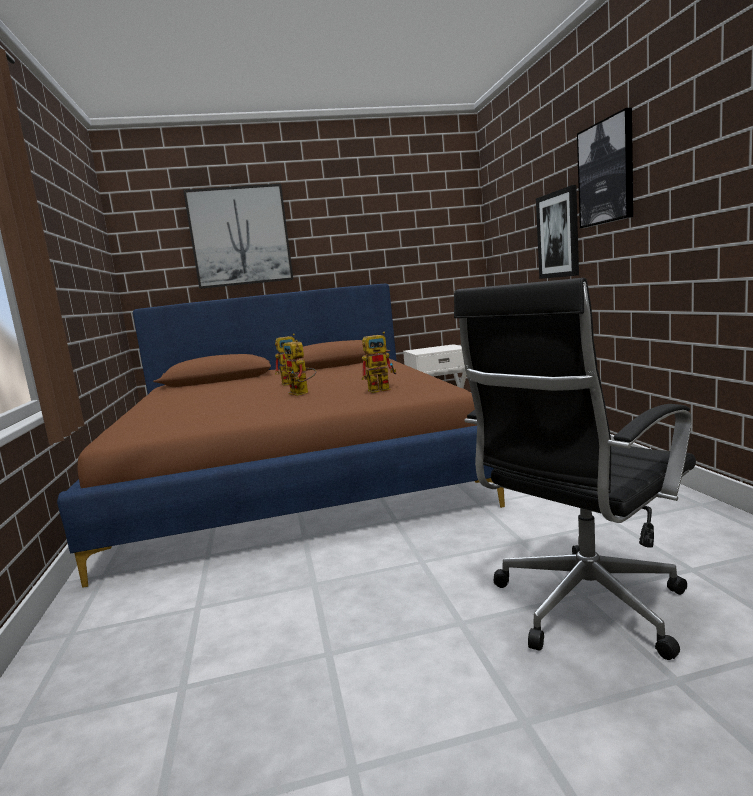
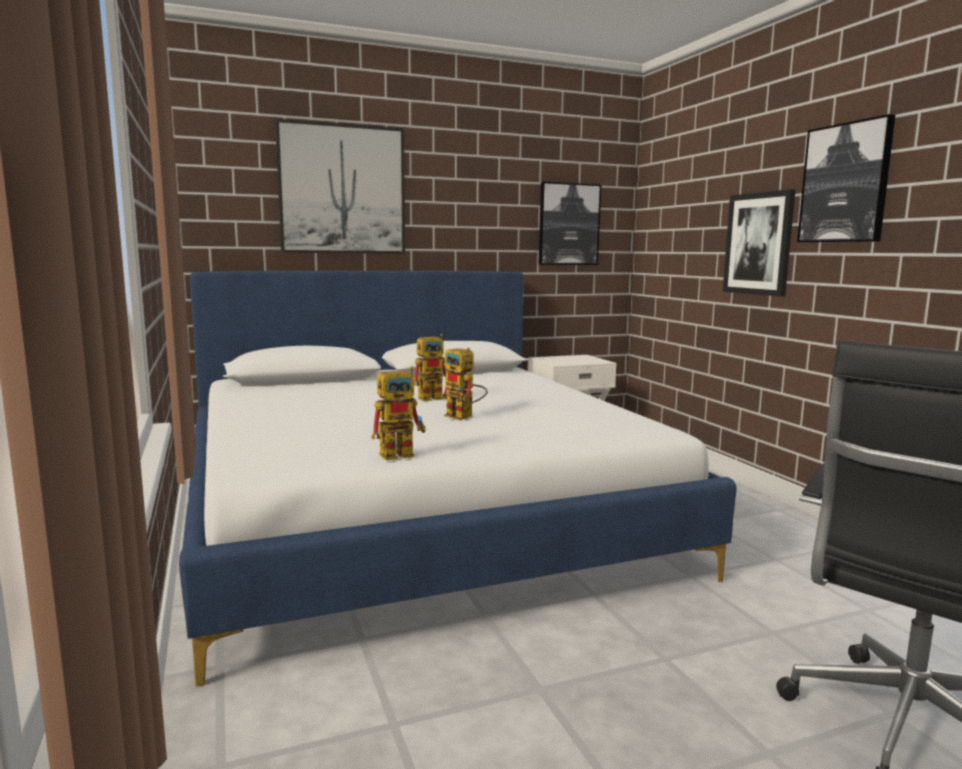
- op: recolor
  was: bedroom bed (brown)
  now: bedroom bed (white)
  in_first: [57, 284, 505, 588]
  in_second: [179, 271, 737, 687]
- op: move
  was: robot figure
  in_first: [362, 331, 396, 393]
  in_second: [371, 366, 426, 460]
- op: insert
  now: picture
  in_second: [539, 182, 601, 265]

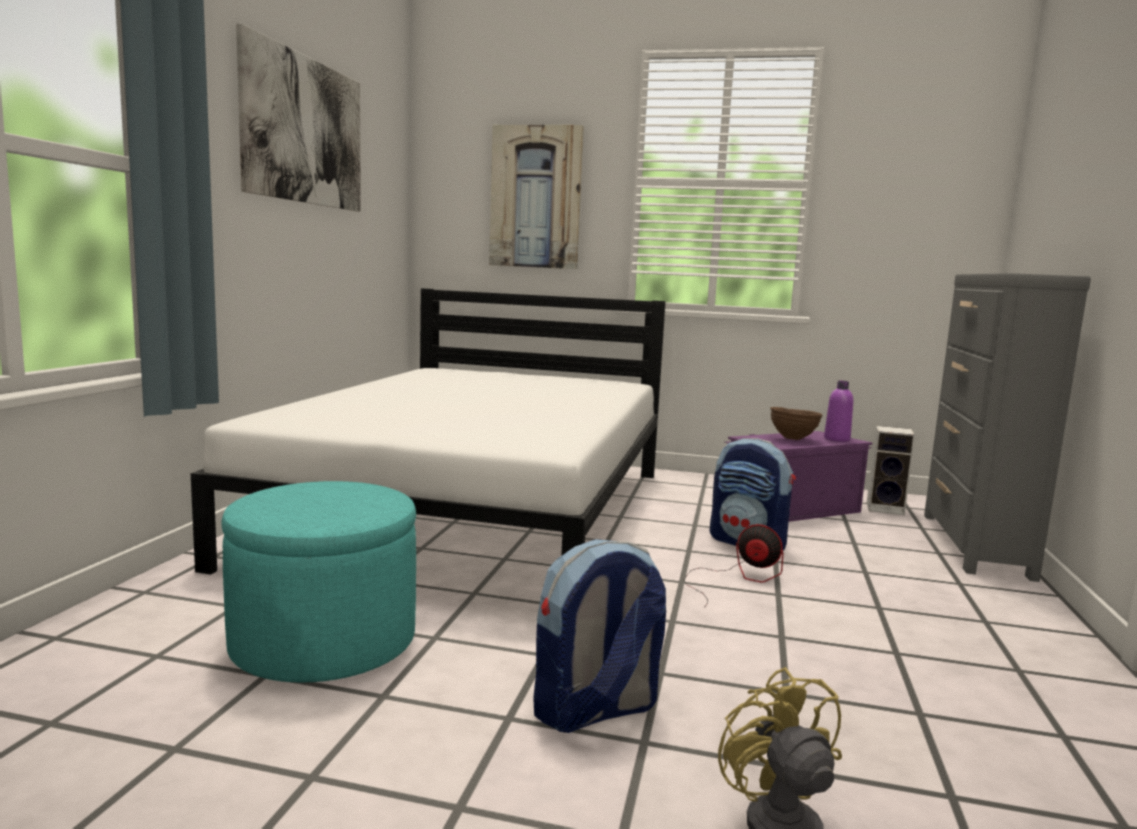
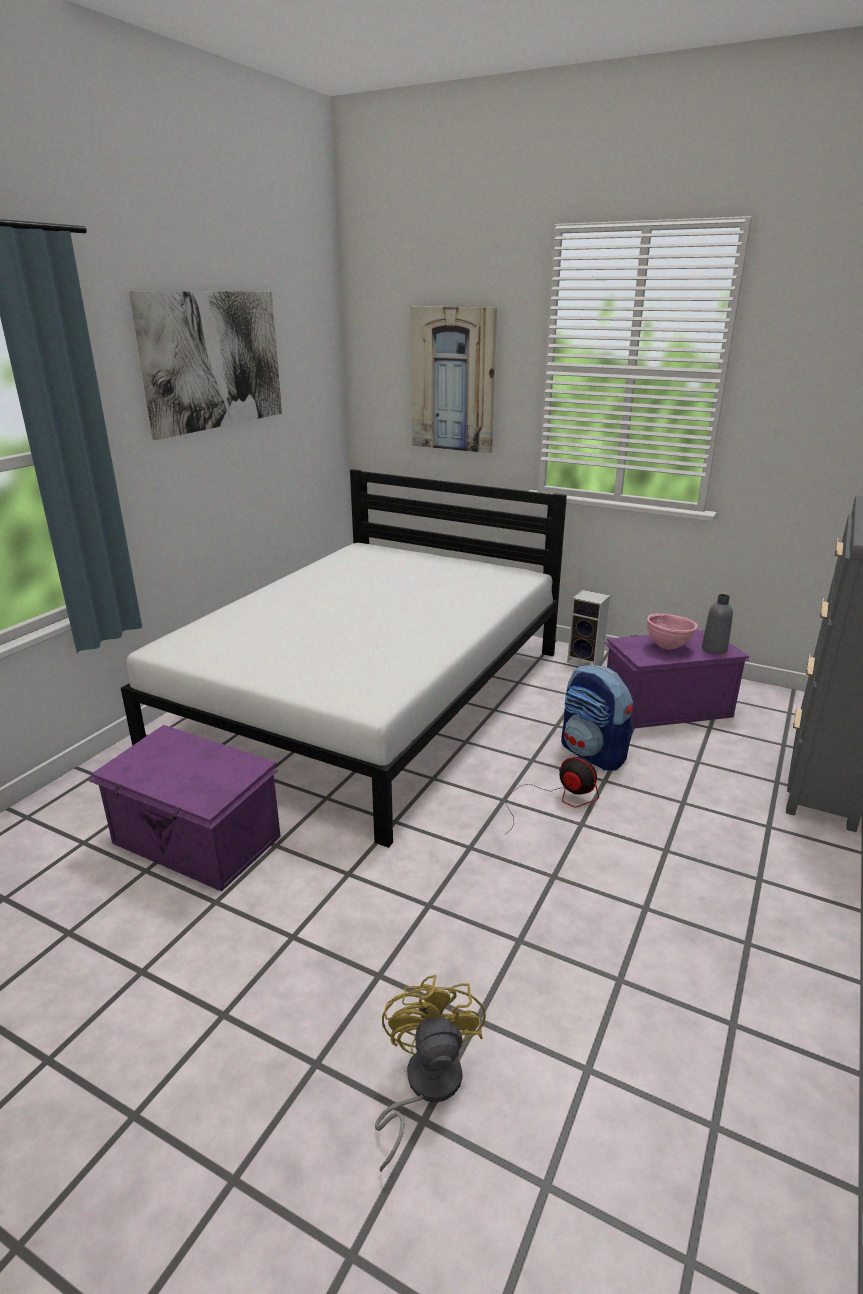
- op: replace
  was: pouffe (turquoise)
  now: storage box (purple)
  in_first: [221, 481, 416, 682]
  in_second: [88, 725, 281, 892]
- op: delete
  was: knapsack
  in_first: [533, 539, 666, 733]
- op: recolor
  was: bowl (brown)
  now: bowl (pink-coloured)
  in_first: [770, 407, 822, 440]
  in_second: [647, 613, 698, 650]
- op: recolor
  was: drink bottle (purple)
  now: drink bottle (grey)
  in_first: [824, 381, 853, 442]
  in_second: [702, 594, 733, 654]
- op: move
  was: loudspeaker
  in_first: [867, 426, 915, 516]
  in_second: [567, 590, 610, 666]

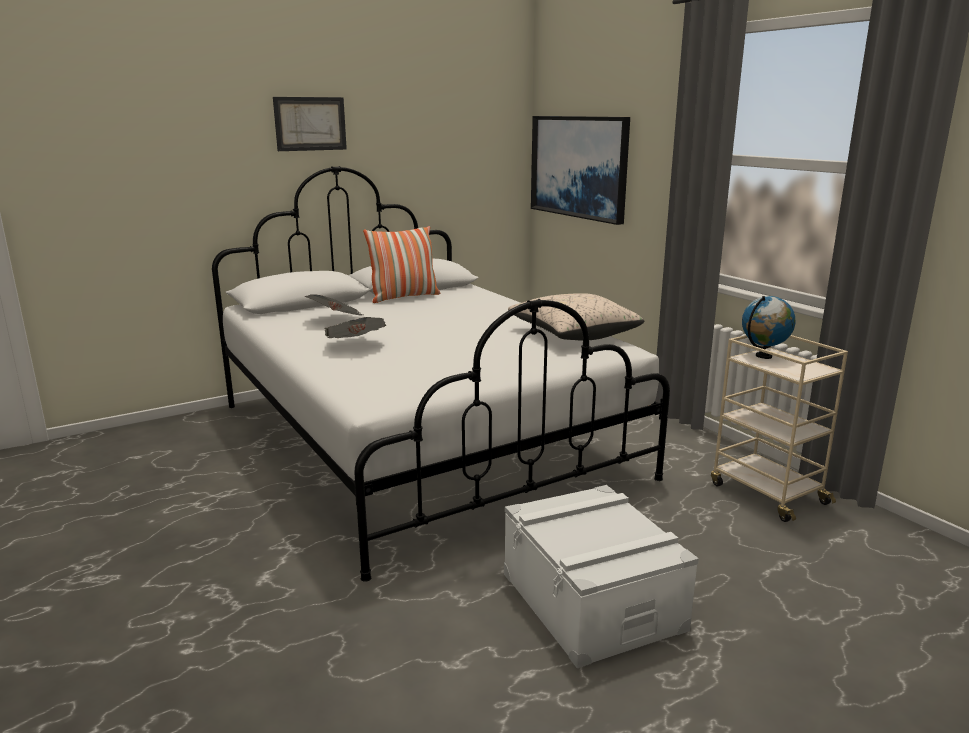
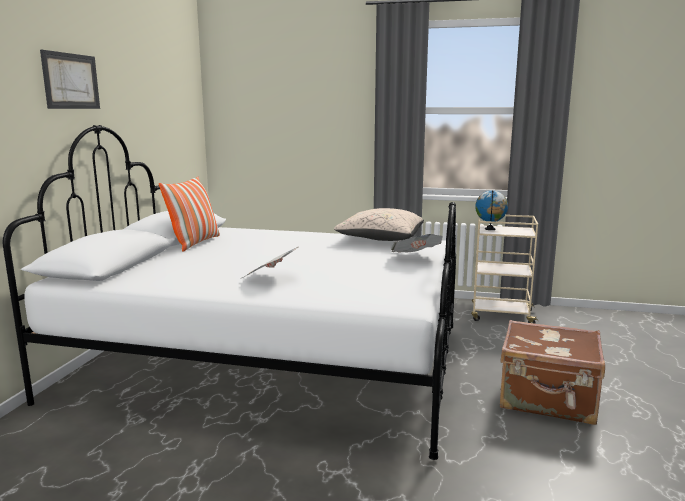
- op: move
  was: daily paper
  in_first: [304, 294, 363, 315]
  in_second: [391, 234, 442, 253]
- op: replace
  was: storage box (white)
  now: piece of luggage (brown)
  in_first: [504, 485, 699, 668]
  in_second: [500, 320, 605, 425]
- op: delete
  was: picture
  in_first: [531, 116, 630, 225]

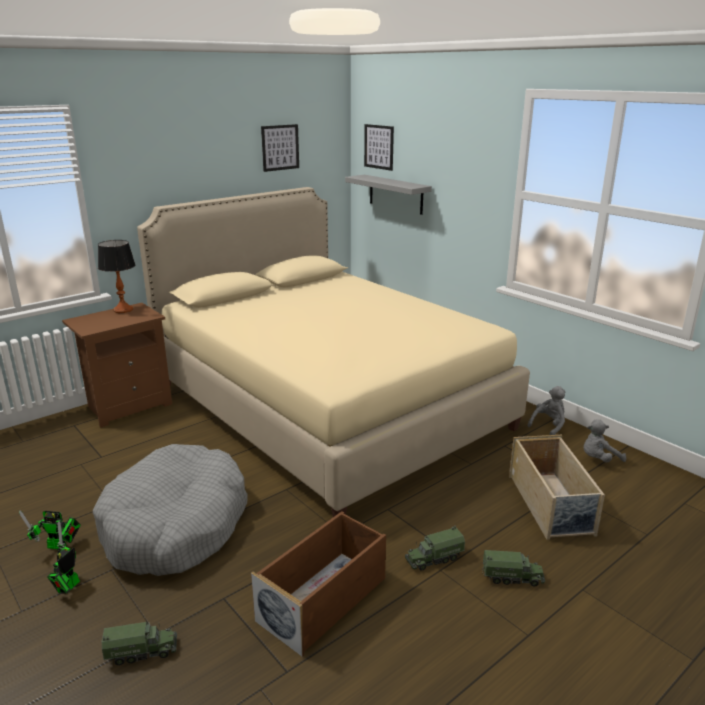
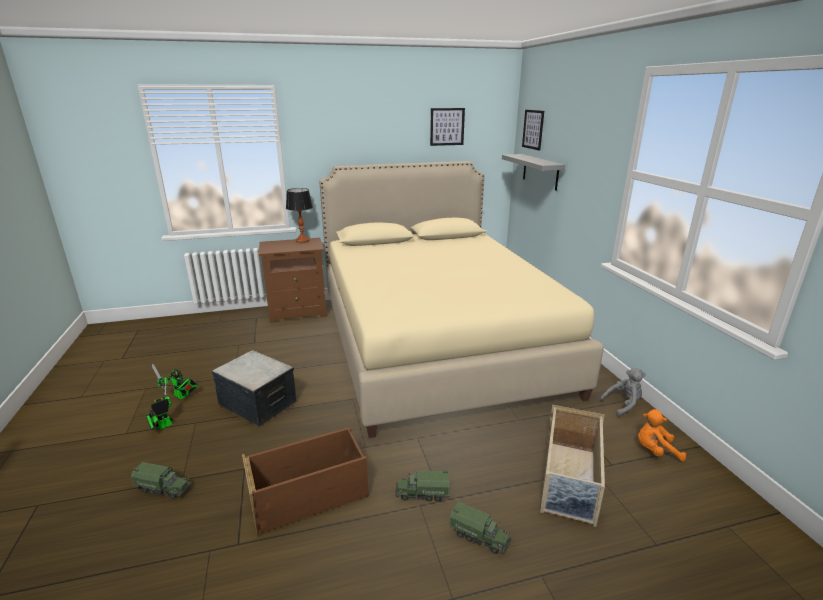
- op: replace
  was: dog cushion (grey)
  now: storage box
  in_first: [93, 444, 248, 576]
  in_second: [212, 350, 296, 427]
- op: recolor
  was: cuddly toy (grey)
  now: cuddly toy (orange)
  in_first: [584, 419, 626, 462]
  in_second: [638, 409, 686, 461]

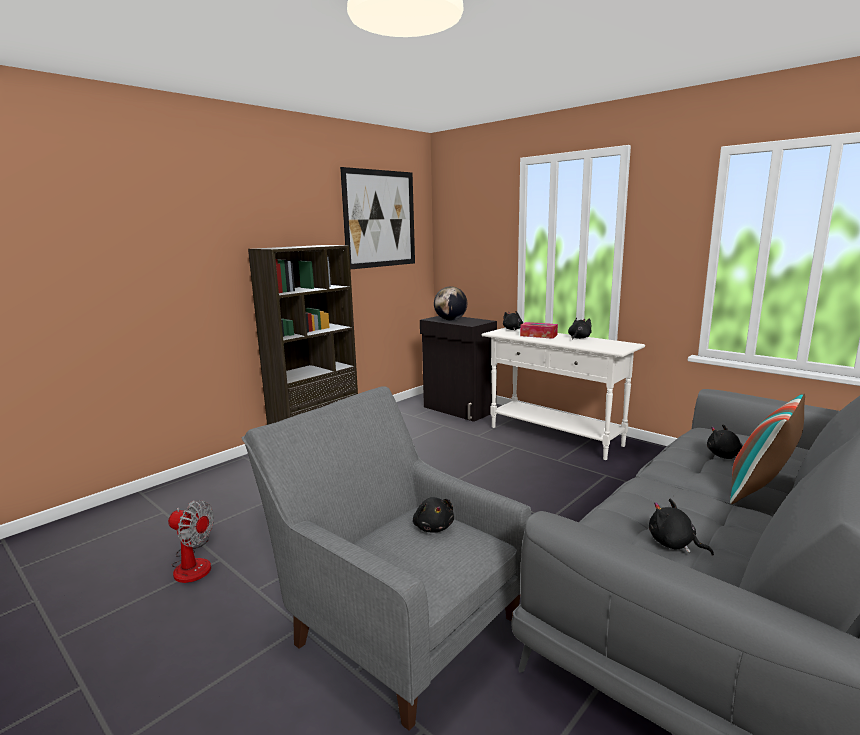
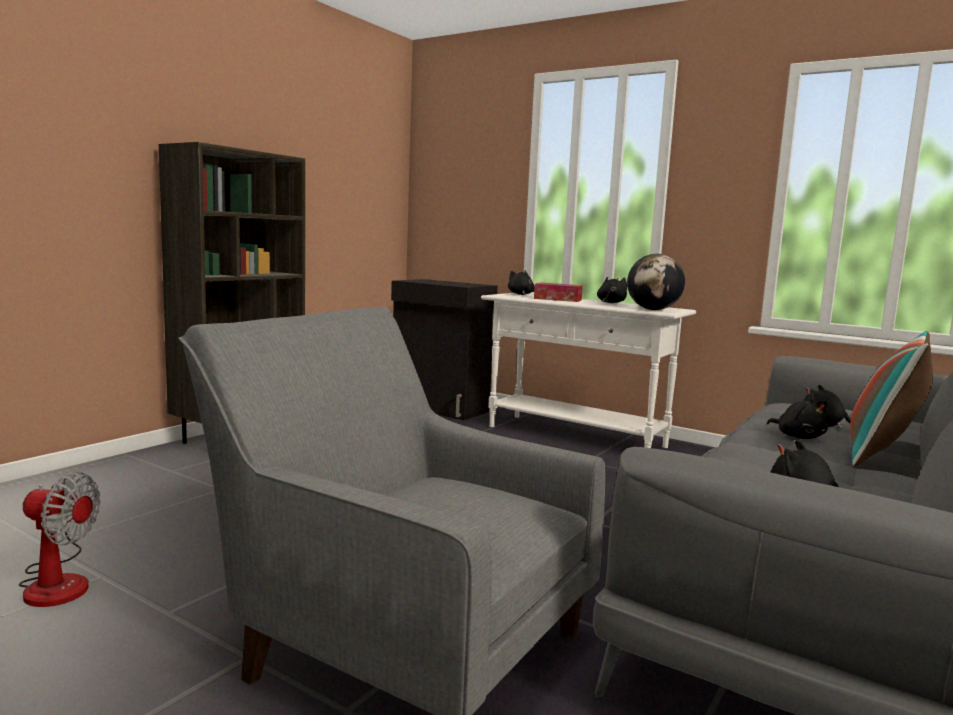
- op: delete
  was: picture
  in_first: [340, 167, 415, 269]
- op: move
  was: cuddly toy (black-coloured)
  in_first: [413, 497, 454, 533]
  in_second: [767, 401, 828, 439]
- op: move
  was: desk globe
  in_first: [434, 287, 467, 320]
  in_second: [627, 254, 685, 310]

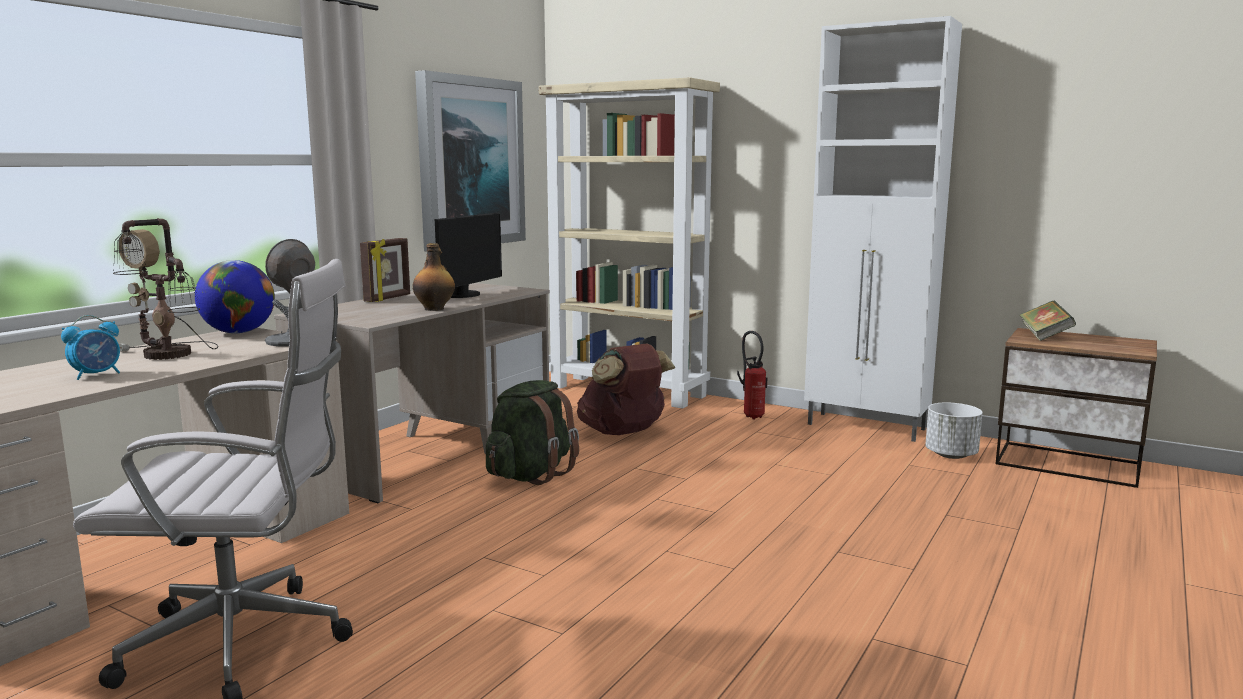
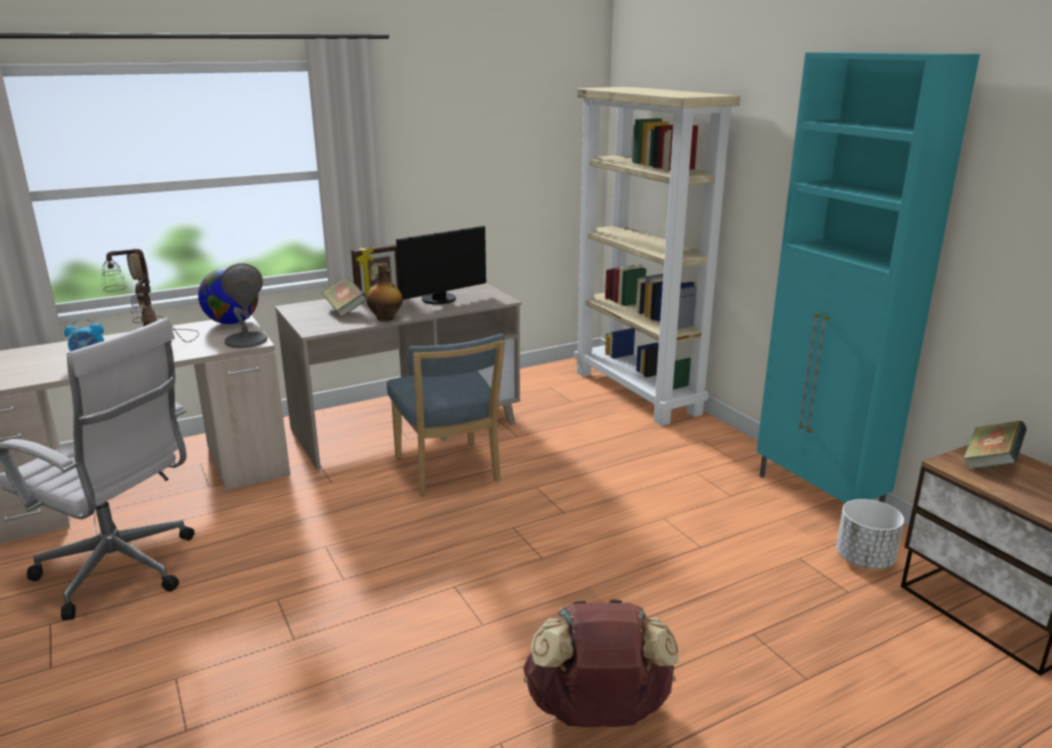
- op: delete
  was: picture
  in_first: [415, 70, 526, 251]
- op: replace
  was: knapsack (greenish)
  now: chair (blue)
  in_first: [486, 380, 579, 485]
  in_second: [387, 334, 505, 497]
- op: move
  was: knapsack (brown)
  in_first: [577, 343, 675, 435]
  in_second: [523, 599, 679, 727]
- op: delete
  was: extinguisher
  in_first: [737, 331, 767, 419]
- op: recolor
  was: cabinet (white)
  now: cabinet (turquoise)
  in_first: [804, 16, 962, 442]
  in_second: [757, 52, 980, 503]
- op: insert
  now: volume
  in_second: [322, 276, 367, 317]

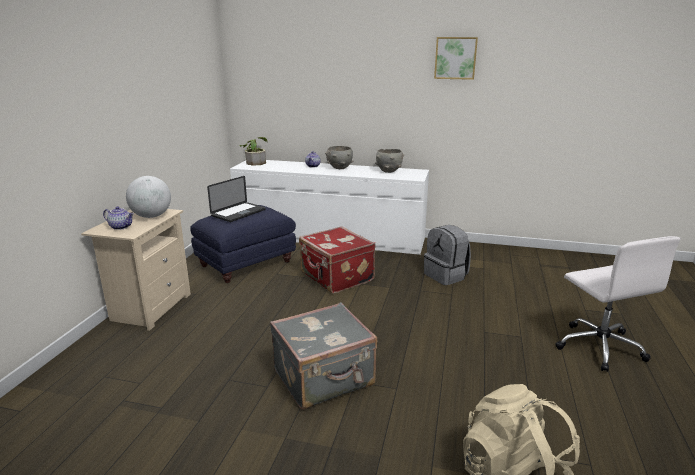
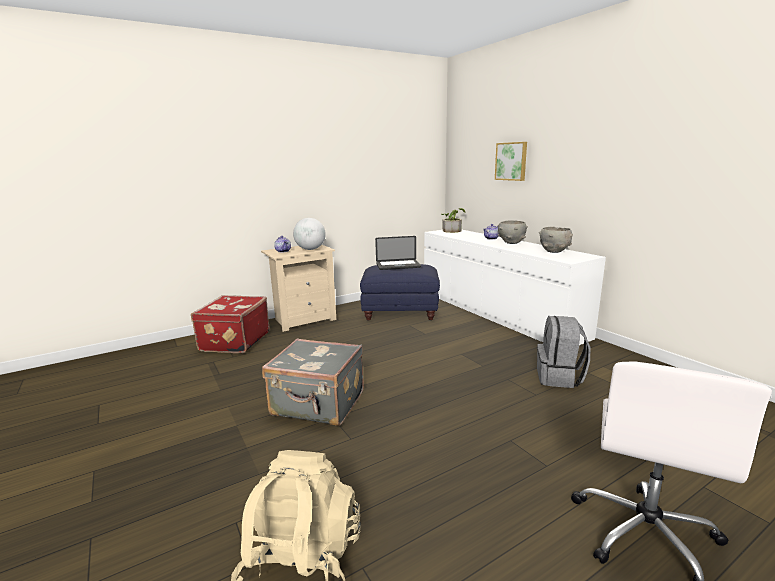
- op: move
  was: piece of luggage (red)
  in_first: [299, 226, 375, 294]
  in_second: [191, 295, 270, 353]
- op: move
  was: picture
  in_first: [434, 37, 478, 80]
  in_second: [495, 142, 527, 181]

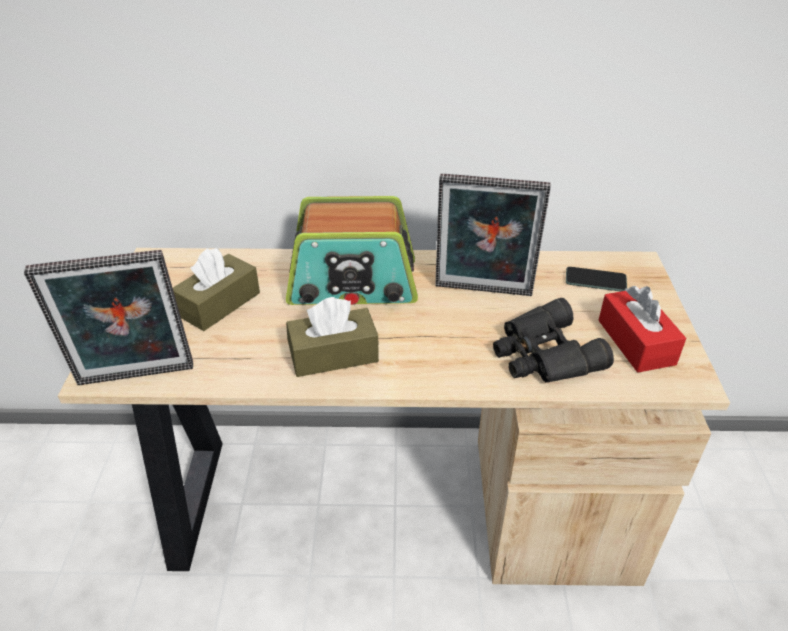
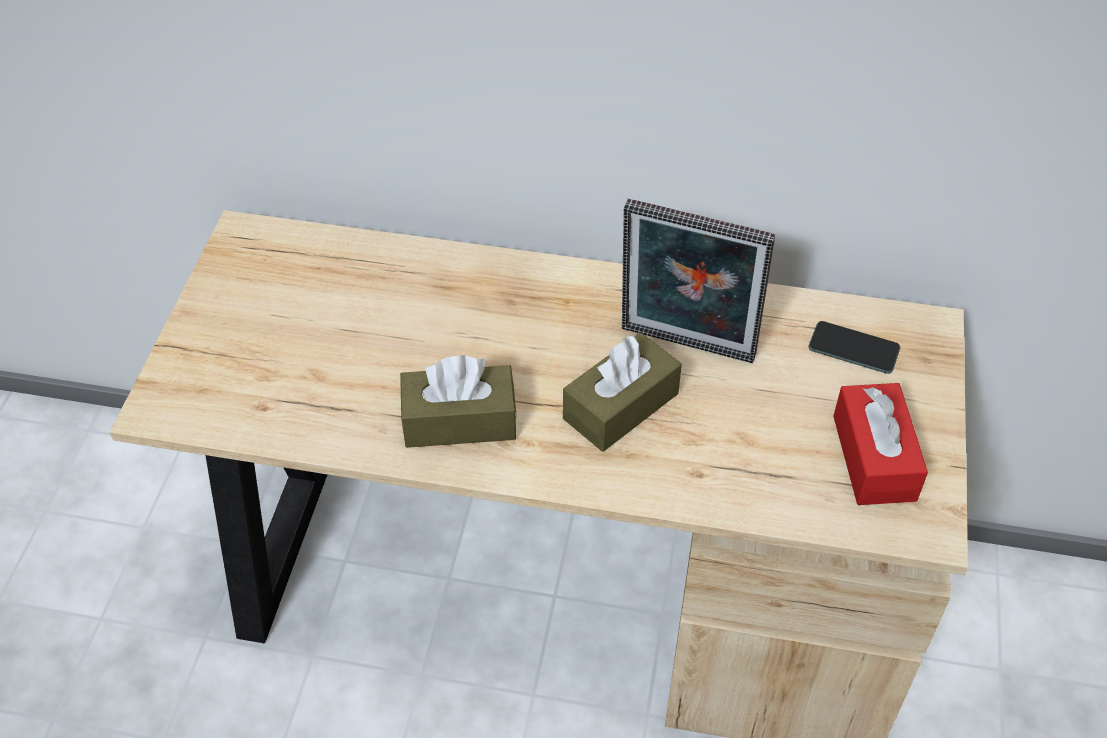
- op: delete
  was: picture frame
  in_first: [24, 250, 193, 385]
- op: move
  was: tissue holder (brown)
  in_first: [173, 248, 260, 331]
  in_second: [563, 333, 682, 452]
- op: delete
  was: radio
  in_first: [286, 196, 418, 305]
- op: delete
  was: binoculars (black-coloured)
  in_first: [493, 298, 614, 383]

